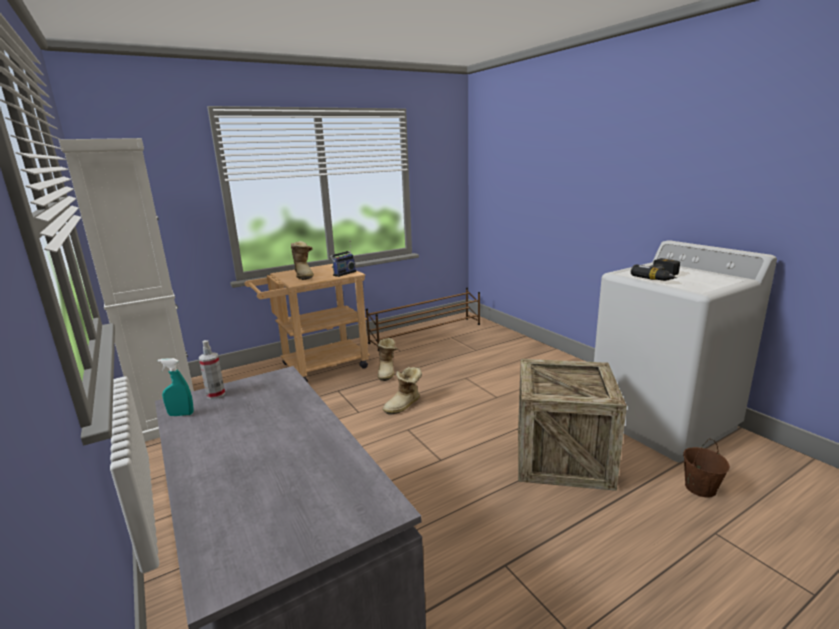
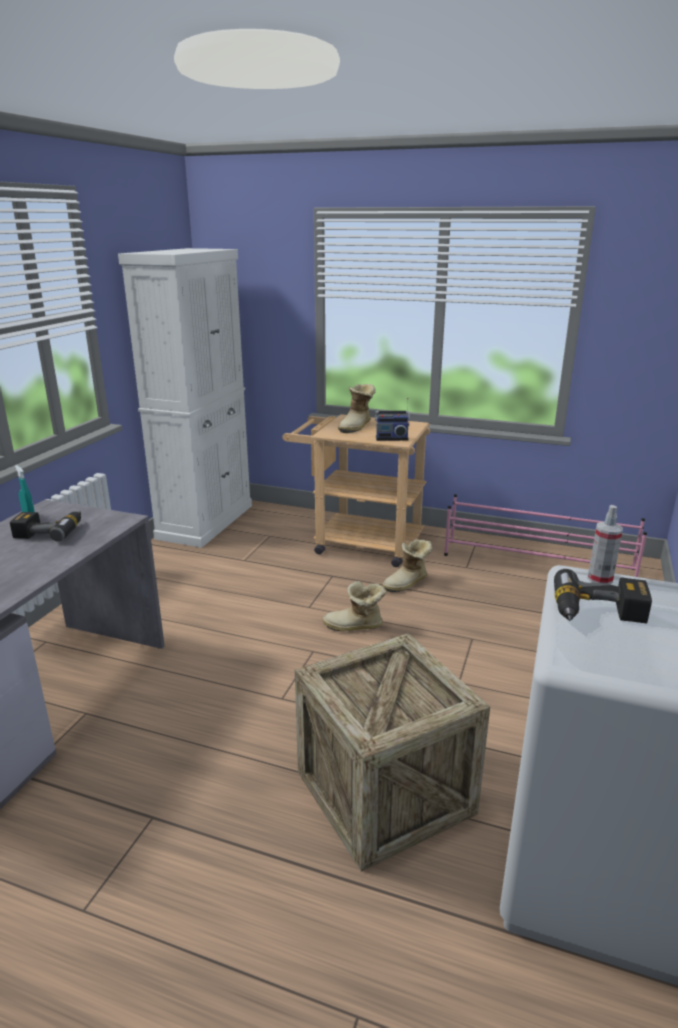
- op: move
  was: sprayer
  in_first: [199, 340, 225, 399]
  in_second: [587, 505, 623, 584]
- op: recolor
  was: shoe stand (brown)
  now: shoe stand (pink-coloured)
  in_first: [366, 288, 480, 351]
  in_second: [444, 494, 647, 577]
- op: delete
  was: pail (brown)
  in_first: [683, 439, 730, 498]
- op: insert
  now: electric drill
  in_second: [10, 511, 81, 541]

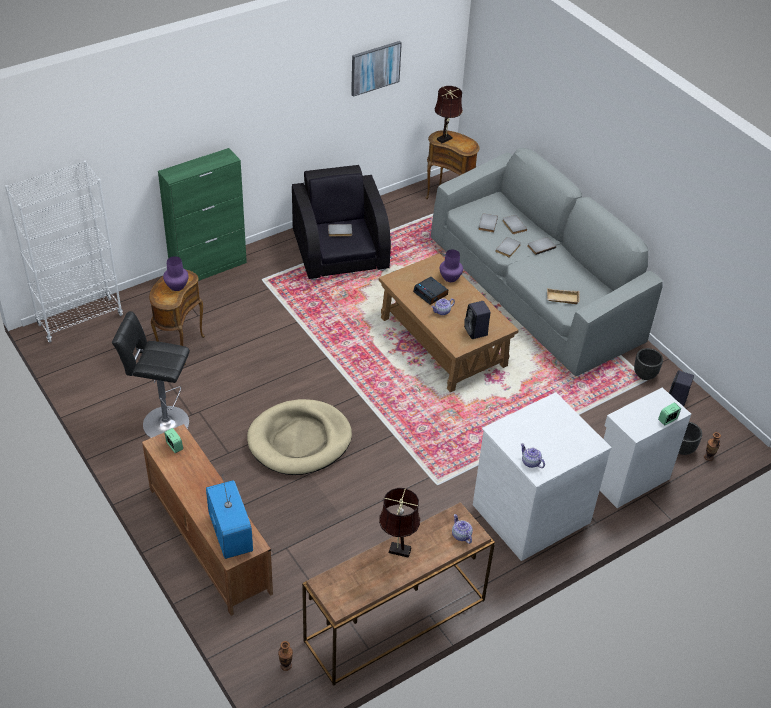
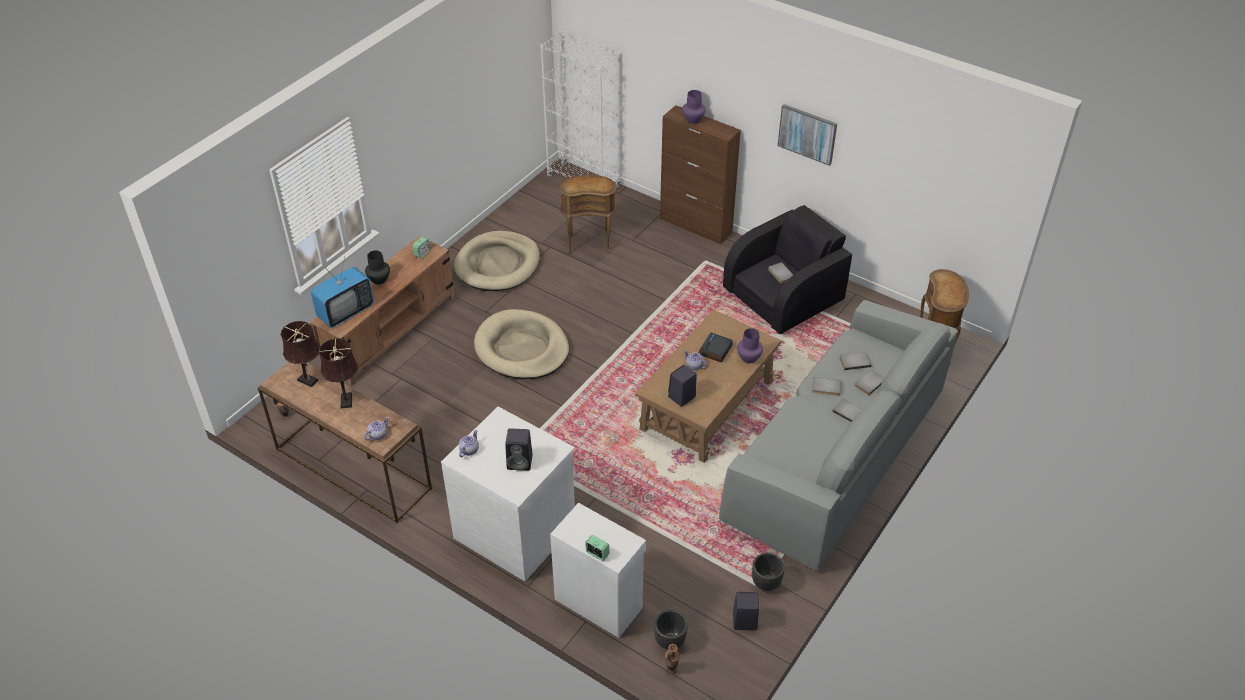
- op: replace
  was: sitting stool (black-coloured)
  now: dog cushion (beige)
  in_first: [112, 311, 190, 438]
  in_second: [454, 231, 540, 291]
- op: recolor
  was: cabinet (greenish)
  now: cabinet (brown)
  in_first: [158, 148, 247, 281]
  in_second: [660, 105, 741, 244]
- op: move
  was: decorative vase (purple)
  in_first: [163, 256, 189, 291]
  in_second: [682, 90, 706, 124]
- op: move
  was: picture
  in_first: [351, 41, 402, 97]
  in_second: [778, 104, 837, 166]
- op: move
  was: table lamp (brown)
  in_first: [435, 86, 463, 143]
  in_second: [281, 321, 320, 387]
- op: delete
  was: serving tray (beige)
  in_first: [547, 288, 580, 304]
- op: insert
  now: decorative vase (black-coloured)
  in_second: [365, 251, 390, 285]
- op: insert
  now: loudspeaker (black-coloured)
  in_second: [505, 428, 533, 471]

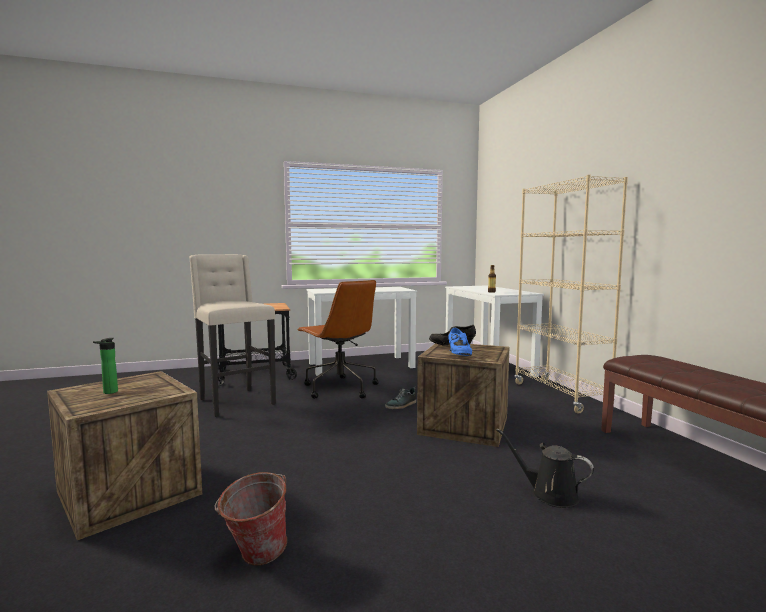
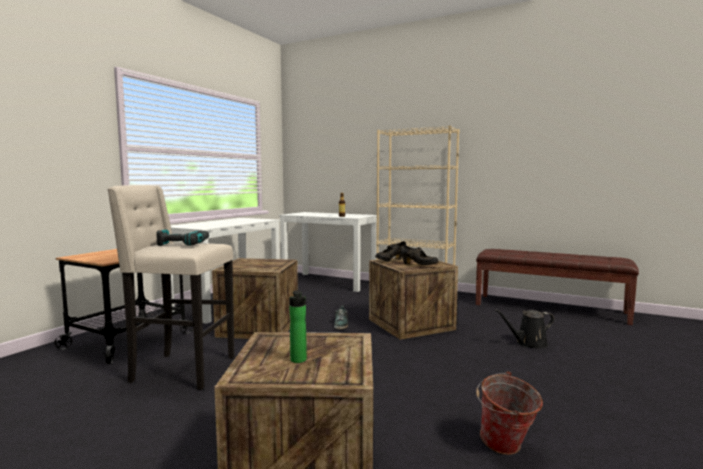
- op: replace
  was: computer chair (brown)
  now: packing crate
  in_first: [297, 280, 379, 399]
  in_second: [212, 258, 298, 339]
- op: recolor
  was: low shoe (blue)
  now: low shoe (black-coloured)
  in_first: [448, 328, 472, 356]
  in_second: [401, 245, 438, 265]
- op: insert
  now: electric drill
  in_second: [156, 229, 209, 246]

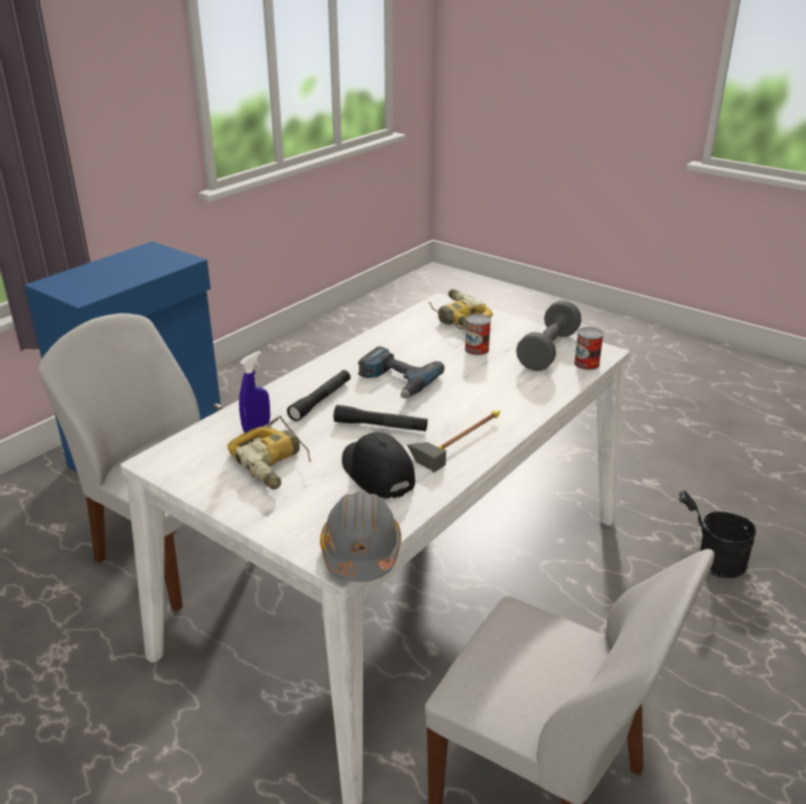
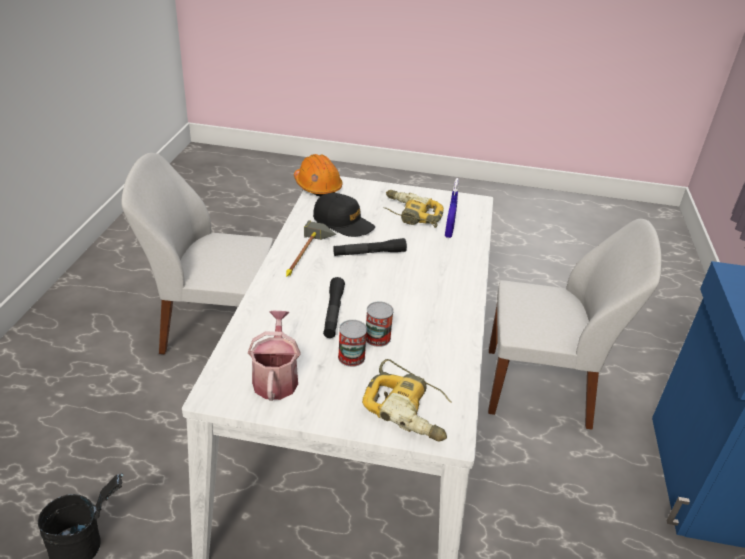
- op: move
  was: flashlight (black-coloured)
  in_first: [287, 370, 350, 421]
  in_second: [323, 277, 345, 338]
- op: recolor
  was: safety helmet (grey)
  now: safety helmet (orange)
  in_first: [320, 491, 401, 582]
  in_second: [294, 154, 343, 197]
- op: delete
  was: electric drill
  in_first: [358, 346, 445, 398]
- op: replace
  was: free weight (grey)
  now: watering can
  in_first: [516, 301, 582, 371]
  in_second: [248, 311, 301, 401]
- op: move
  was: sealed can
  in_first: [574, 327, 604, 370]
  in_second: [366, 301, 394, 347]

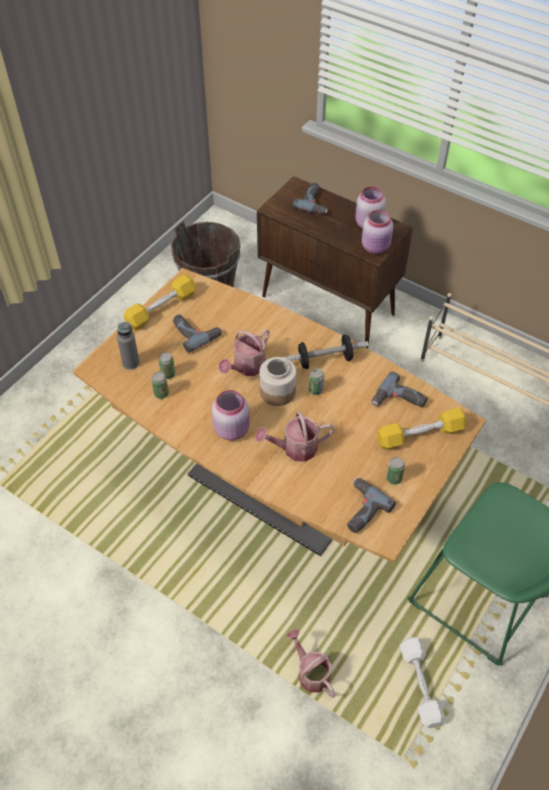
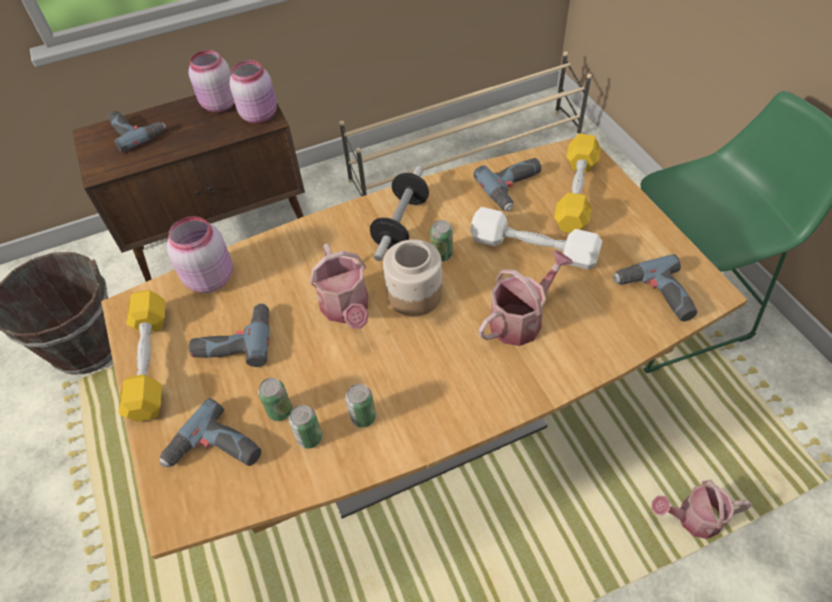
- op: replace
  was: drink bottle (grey)
  now: electric drill
  in_first: [117, 322, 140, 370]
  in_second: [160, 398, 261, 468]
- op: move
  was: preserve jar (pink-coloured)
  in_first: [212, 390, 250, 441]
  in_second: [167, 216, 233, 293]
- op: rotate
  was: watering can
  in_first: [255, 411, 334, 462]
  in_second: [479, 250, 573, 346]
  clockwise: -150
- op: move
  was: sealed can
  in_first: [386, 457, 405, 485]
  in_second: [346, 384, 376, 428]
- op: move
  was: free weight (white)
  in_first: [400, 637, 445, 728]
  in_second: [470, 207, 602, 269]

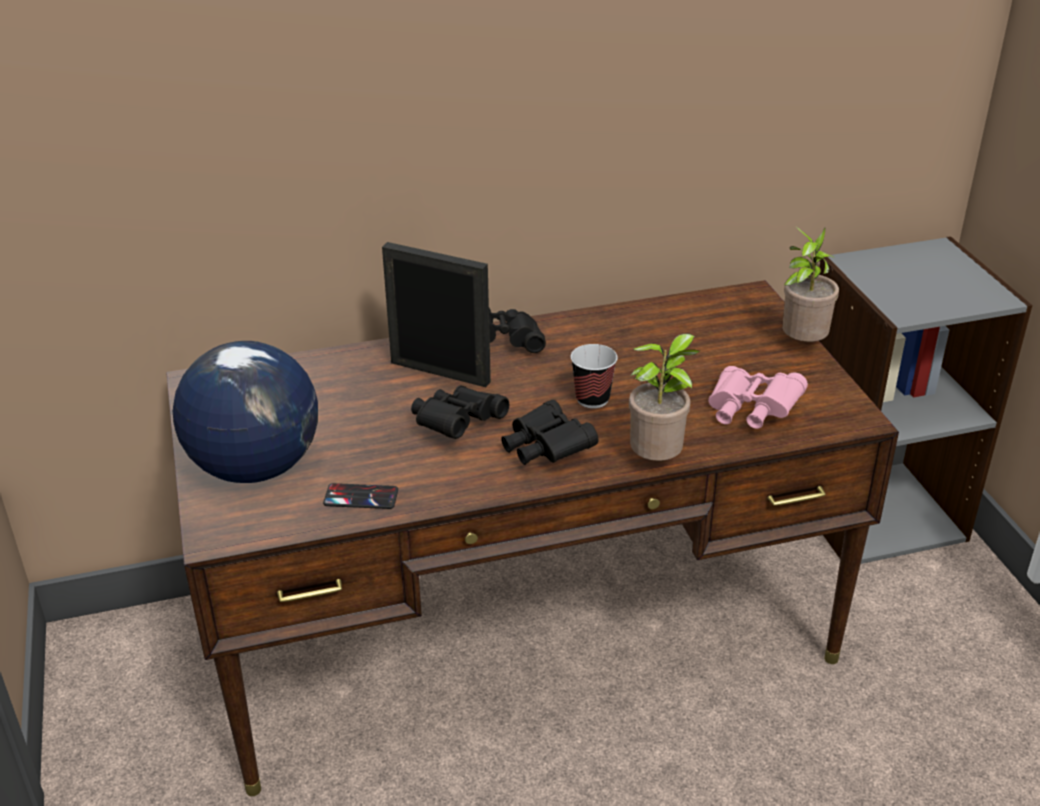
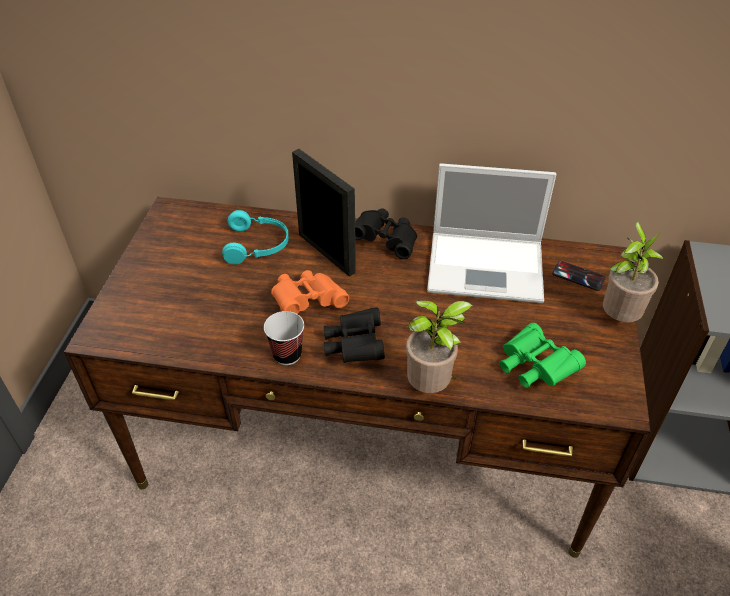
- op: delete
  was: desk globe
  in_first: [173, 341, 318, 483]
- op: move
  was: telephone
  in_first: [323, 483, 398, 509]
  in_second: [552, 261, 606, 291]
- op: recolor
  was: binoculars (black-coloured)
  now: binoculars (orange)
  in_first: [411, 385, 509, 439]
  in_second: [271, 270, 349, 314]
- op: move
  was: cup
  in_first: [571, 344, 618, 408]
  in_second: [264, 311, 304, 365]
- op: recolor
  was: binoculars (pink-coloured)
  now: binoculars (greenish)
  in_first: [708, 366, 808, 429]
  in_second: [499, 323, 586, 388]
- op: insert
  now: headphones (turquoise)
  in_second: [222, 210, 289, 265]
- op: insert
  now: portable computer
  in_second: [427, 163, 556, 303]

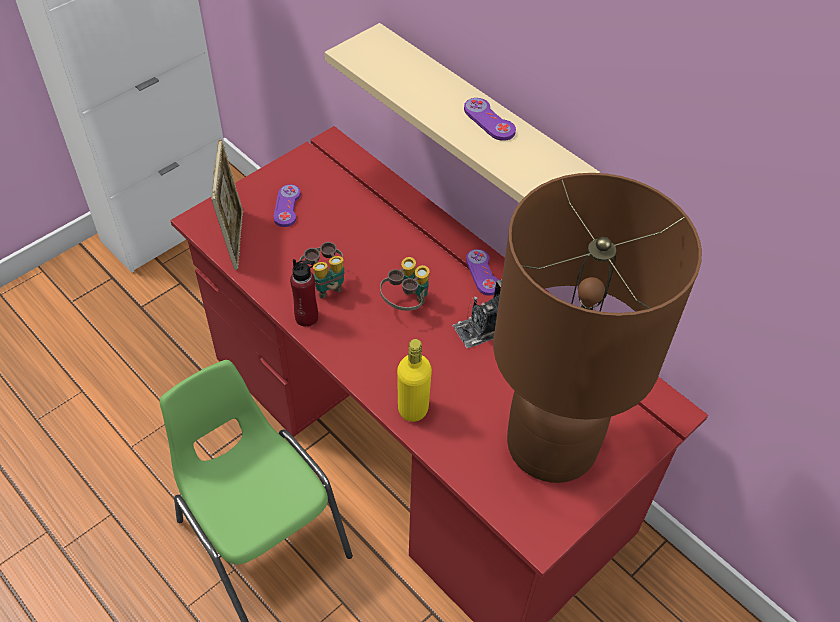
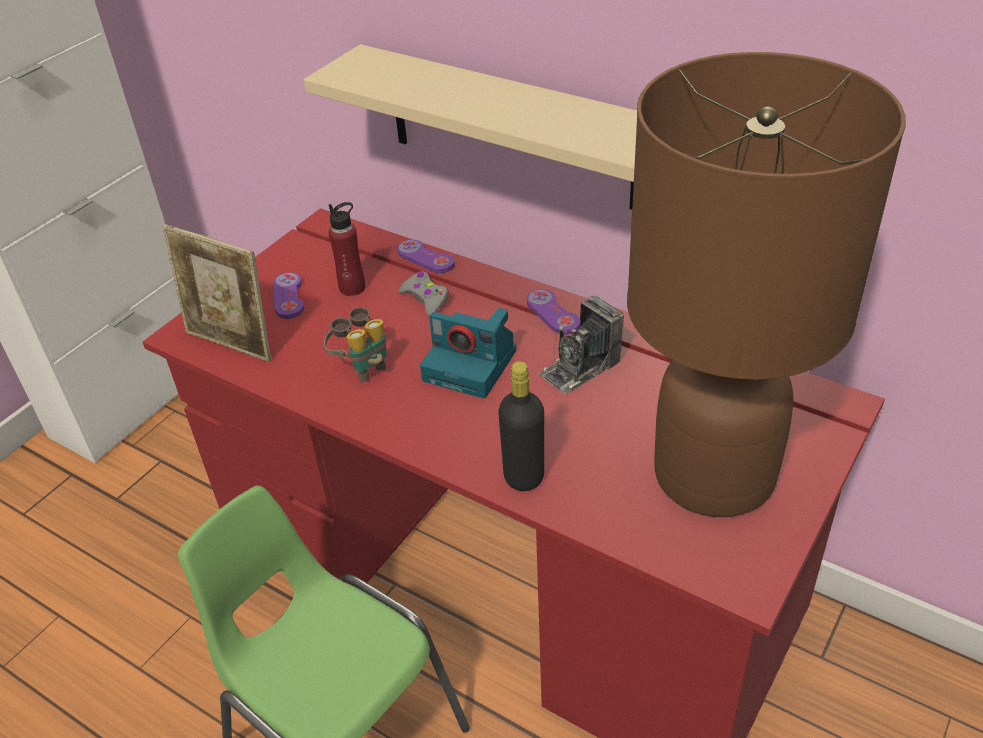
- op: rotate
  was: picture frame
  in_first: [211, 140, 243, 270]
  in_second: [162, 224, 271, 362]
  clockwise: 135
- op: move
  was: drink bottle (red)
  in_first: [290, 259, 318, 327]
  in_second: [328, 202, 365, 296]
- op: replace
  was: binoculars
  now: photo camera
  in_first: [380, 257, 430, 311]
  in_second: [420, 308, 516, 398]
- op: recolor
  was: drink bottle (yellow-coloured)
  now: drink bottle (black-coloured)
  in_first: [397, 339, 432, 422]
  in_second: [498, 361, 544, 491]
- op: move
  was: joypad (purple)
  in_first: [464, 98, 516, 141]
  in_second: [397, 240, 455, 273]
- op: insert
  now: joypad (grey)
  in_second: [399, 272, 449, 316]

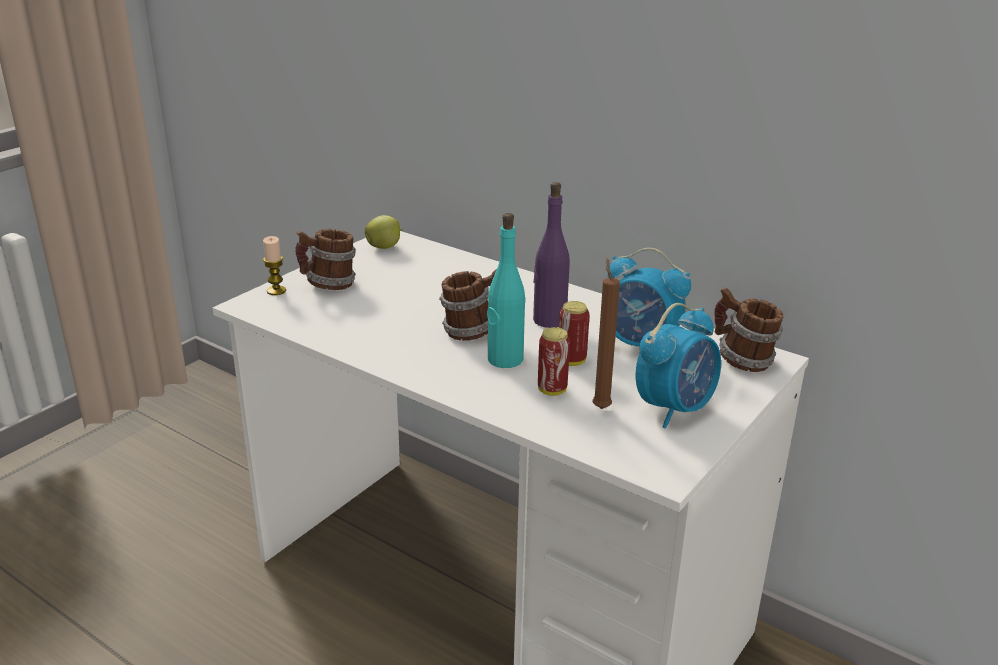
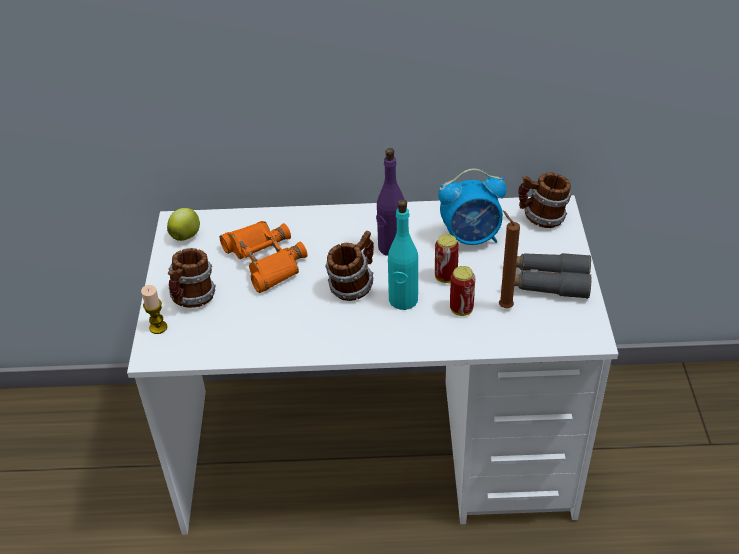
- op: replace
  was: table clock
  now: binoculars (grey)
  in_first: [636, 303, 721, 429]
  in_second: [514, 253, 591, 299]
- op: insert
  now: binoculars (orange)
  in_second: [220, 221, 307, 293]

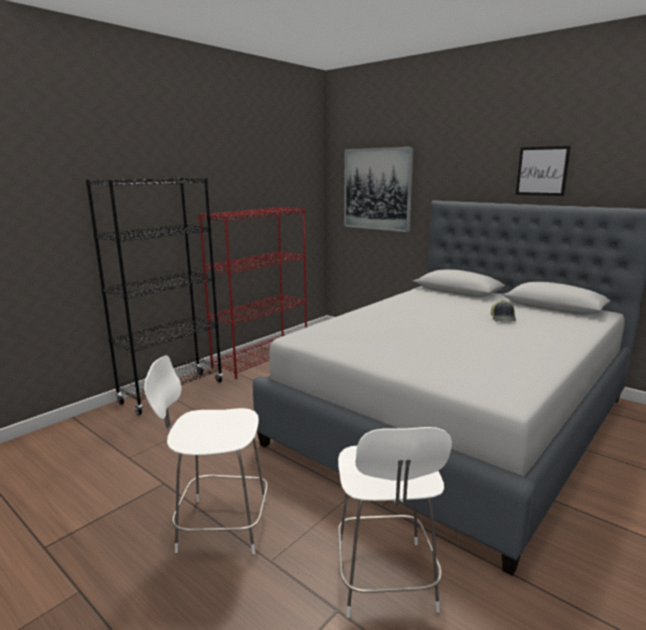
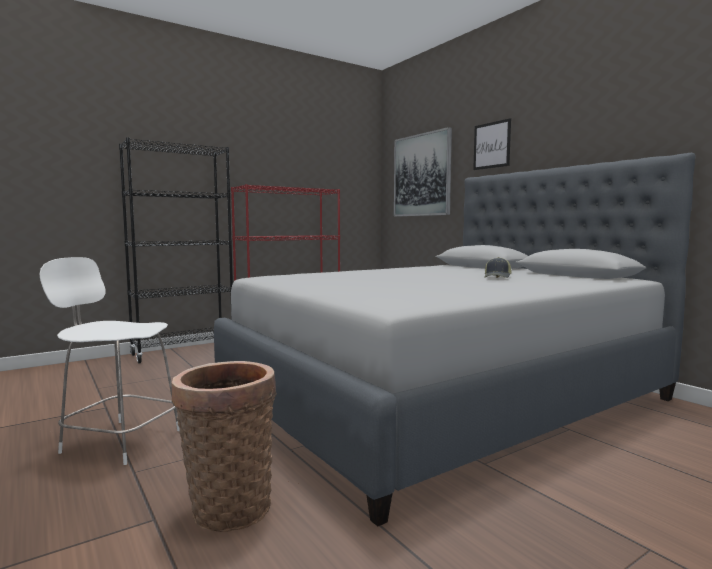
- op: replace
  was: chair (white)
  now: storage basket
  in_first: [338, 427, 452, 618]
  in_second: [172, 361, 276, 532]
- op: move
  was: picture
  in_first: [516, 146, 571, 196]
  in_second: [473, 118, 511, 170]

